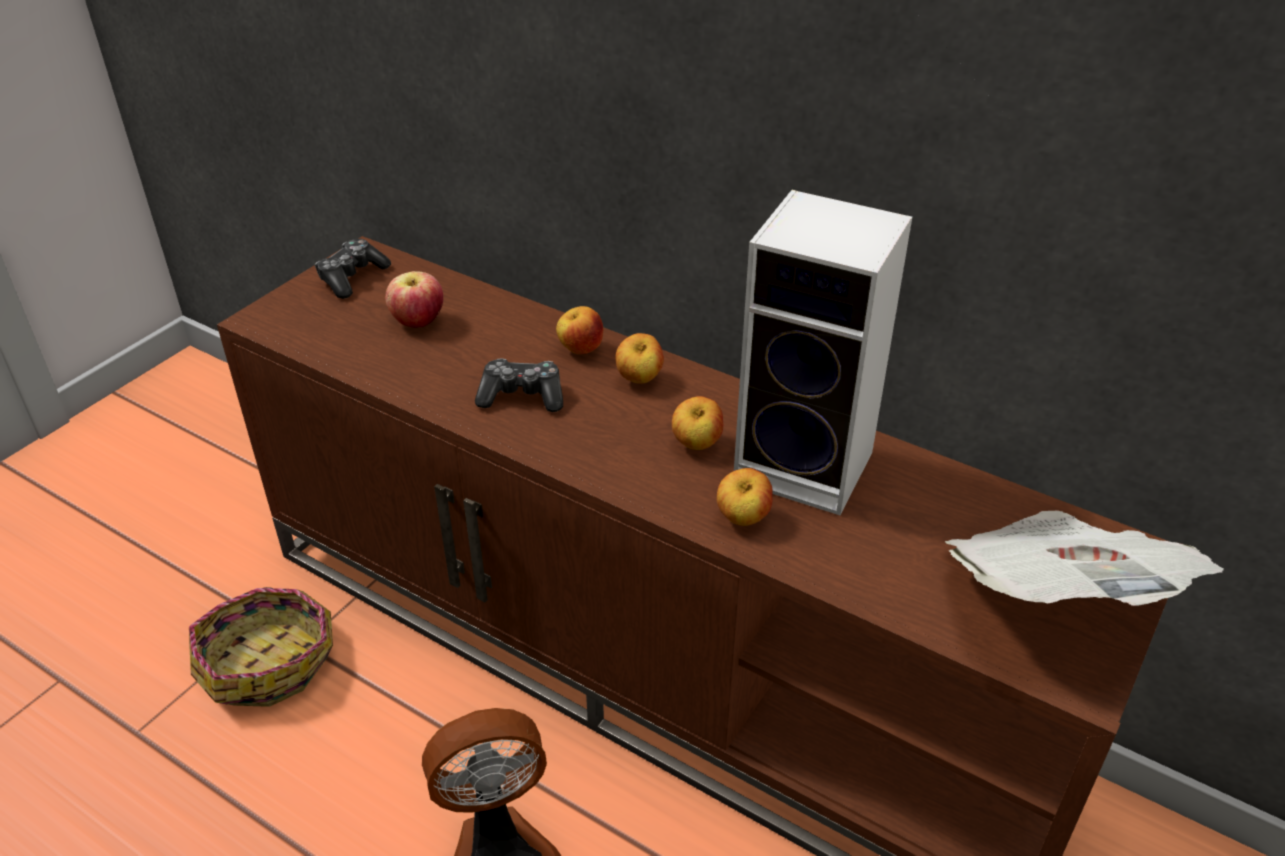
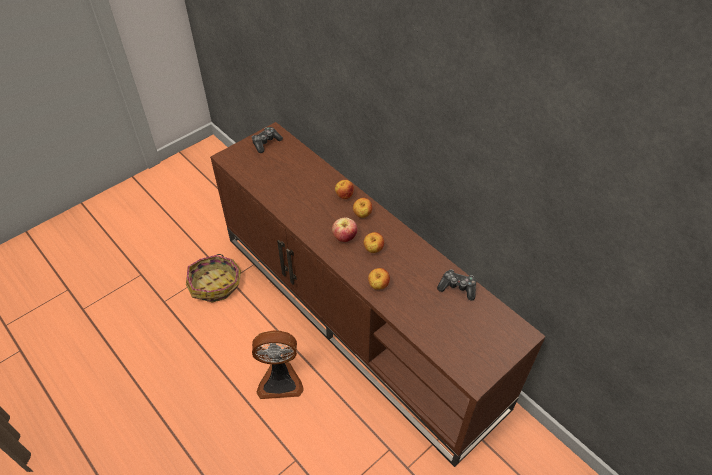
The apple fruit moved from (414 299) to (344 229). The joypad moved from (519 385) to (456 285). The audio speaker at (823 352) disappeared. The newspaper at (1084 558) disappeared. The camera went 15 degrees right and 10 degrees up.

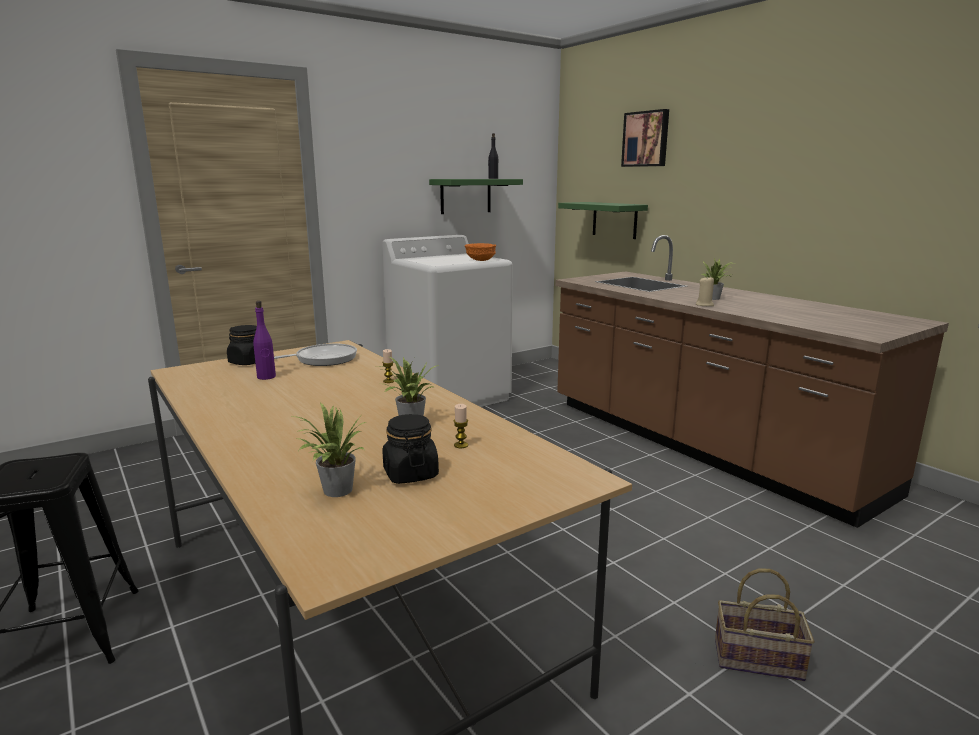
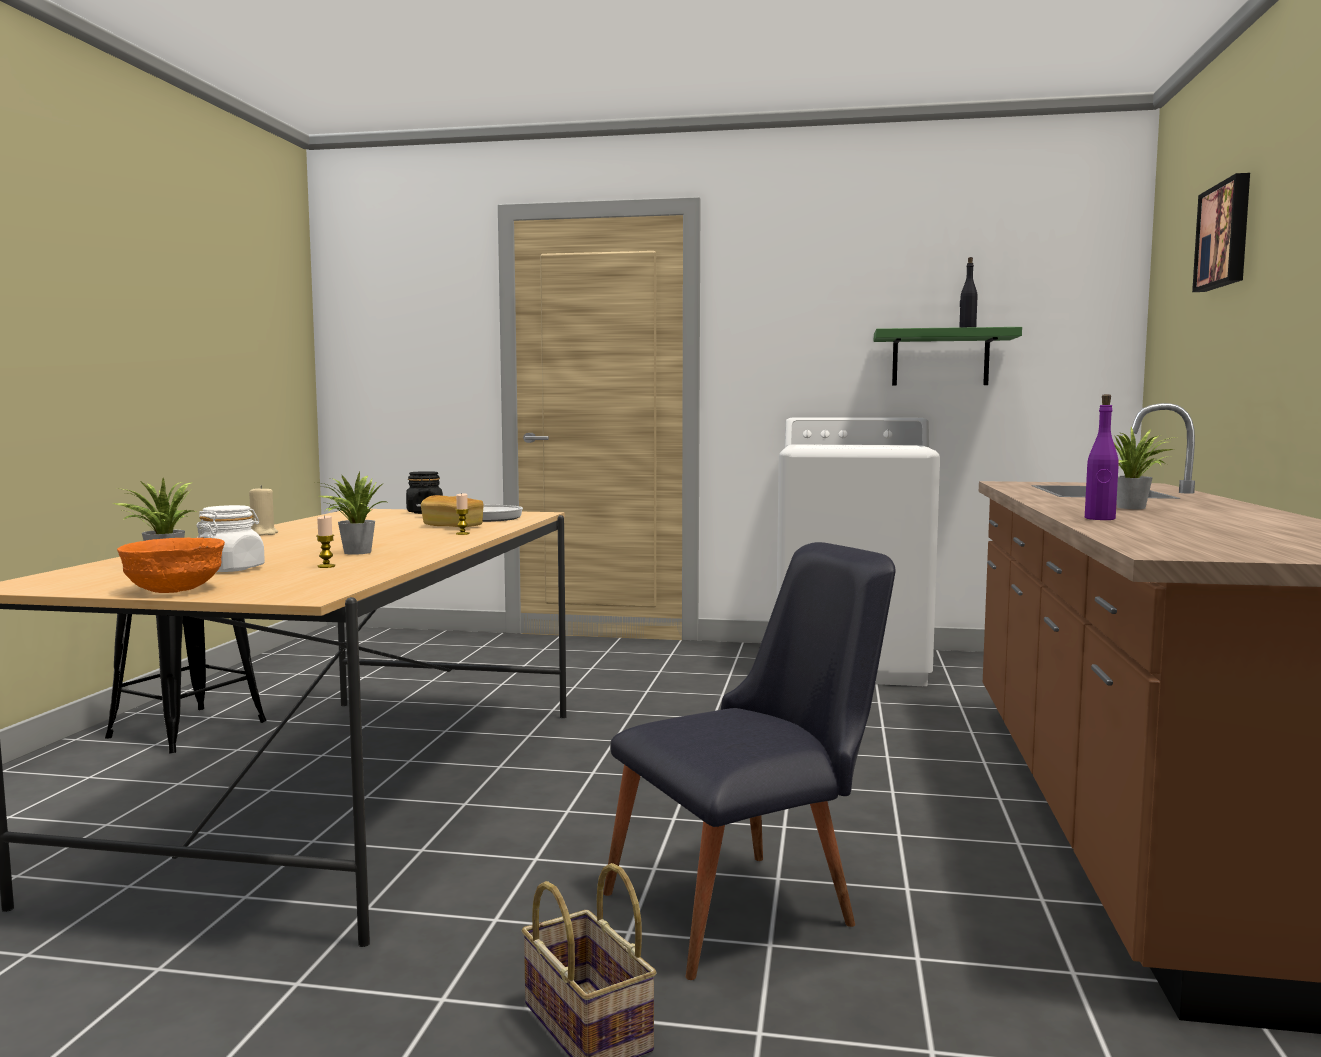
The drink bottle/purplish moved from (264 340) to (1102 457). The storage jar/blackish at (411 449) became the storage jar/white-coloured at (231 538). The serving bowl/orange-coloured moved from (480 252) to (171 565). The shelf/green at (603 220) disappeared. The candle/beige-coloured moved from (705 291) to (263 510). The baked bread at (452 511) appeared. The chair/blackish at (749 761) appeared. The camera went 45 degrees right and 10 degrees down.

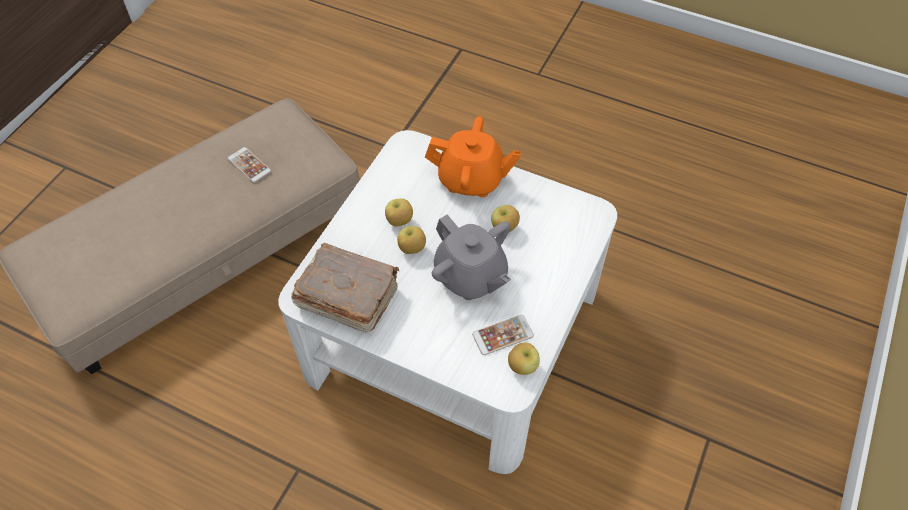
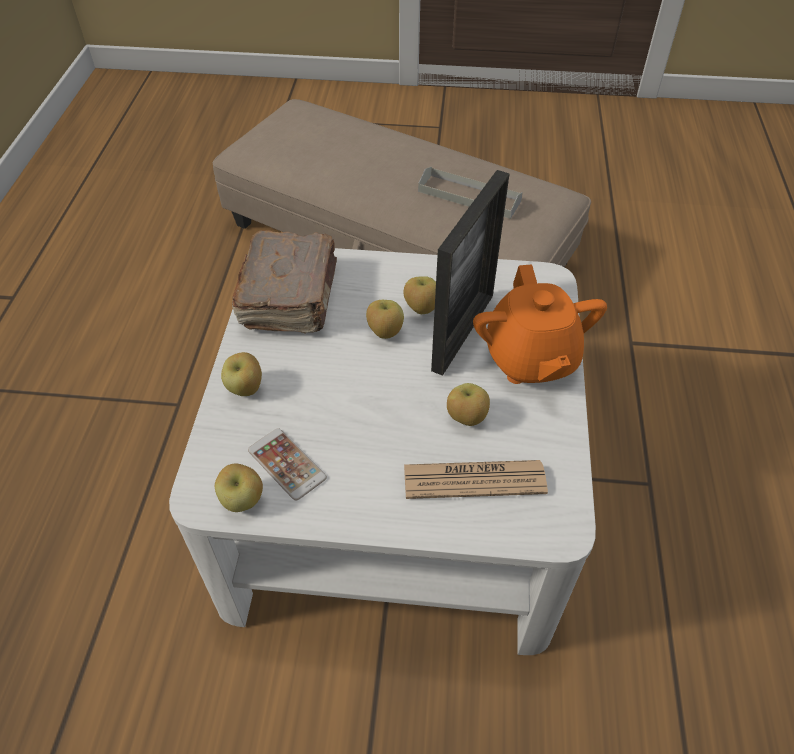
The handset at (249 165) was replaced by the tray/gray at (470 193). The pot for tea/gray at (471 257) disappeared. The apple fruit at (241 374) appeared. The newspaper at (476 479) appeared. The standing frame at (470 273) appeared. The camera went 70 degrees right and 5 degrees down.

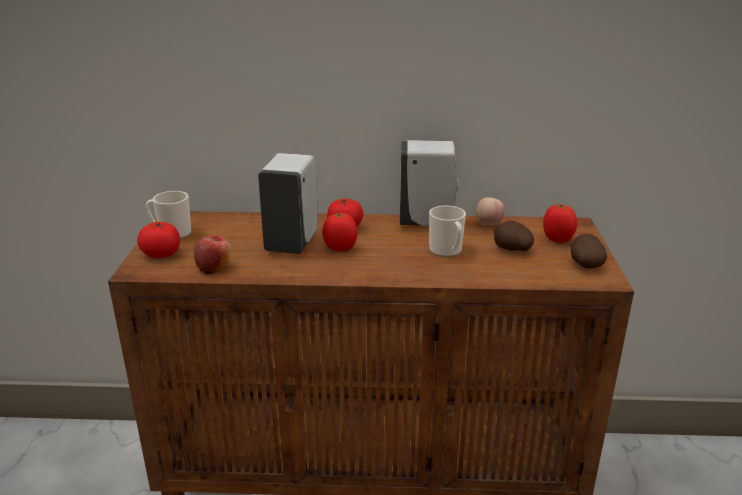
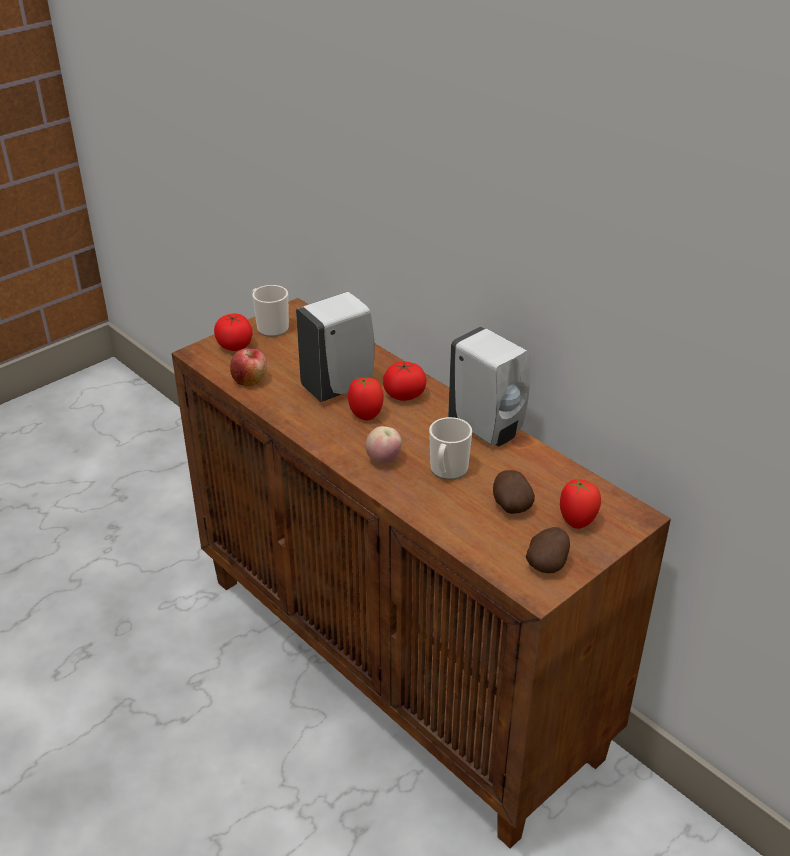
The apple fruit moved from (490 211) to (383 444). The camera went 45 degrees right and 10 degrees up.

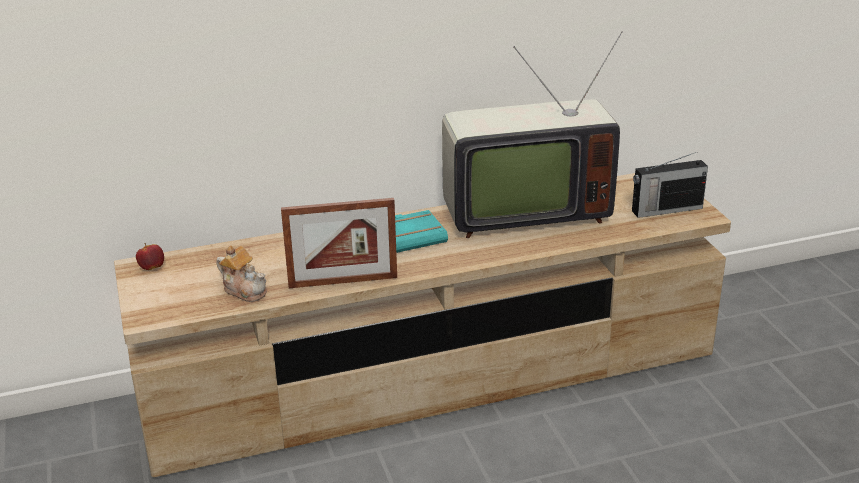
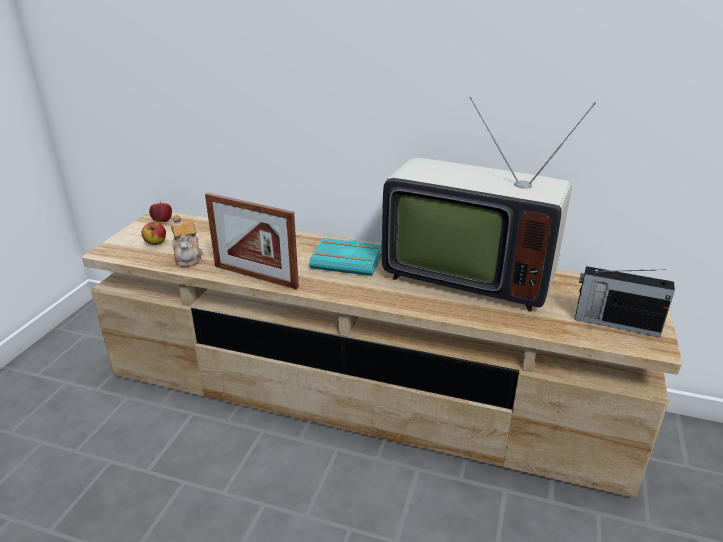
The apple fruit at (154 233) appeared. The camera went 35 degrees right and 0 degrees up.

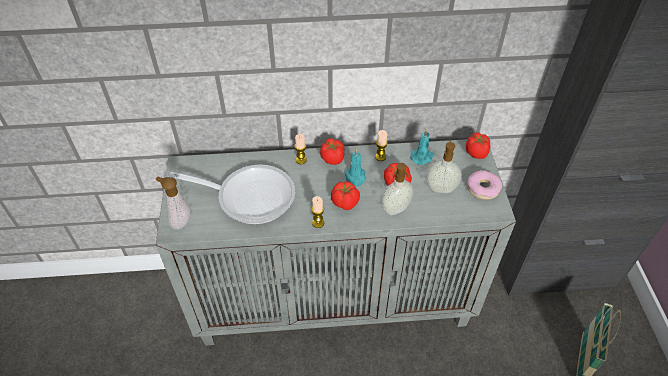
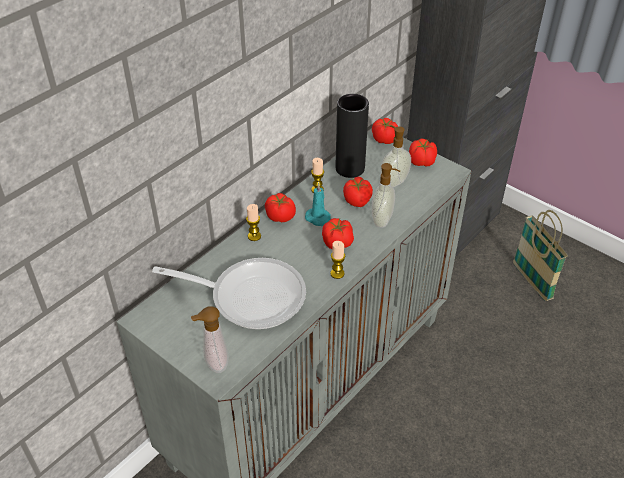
The skillet at (232 194) turned 45 degrees clockwise. The candle/turquoise at (422 146) was replaced by the vase/blackish at (352 136). The donut at (484 185) was replaced by the whole tomato at (423 152). The camera went 45 degrees left and 5 degrees down.

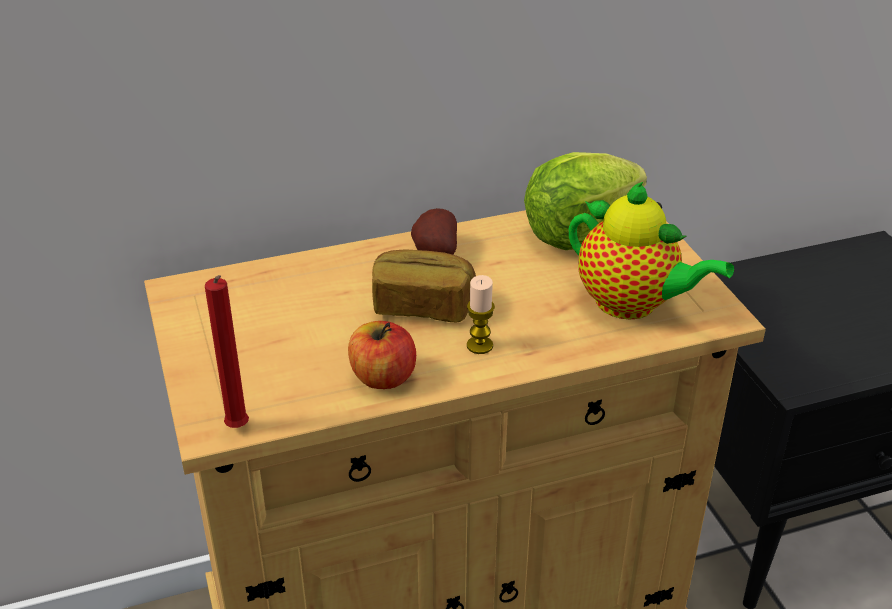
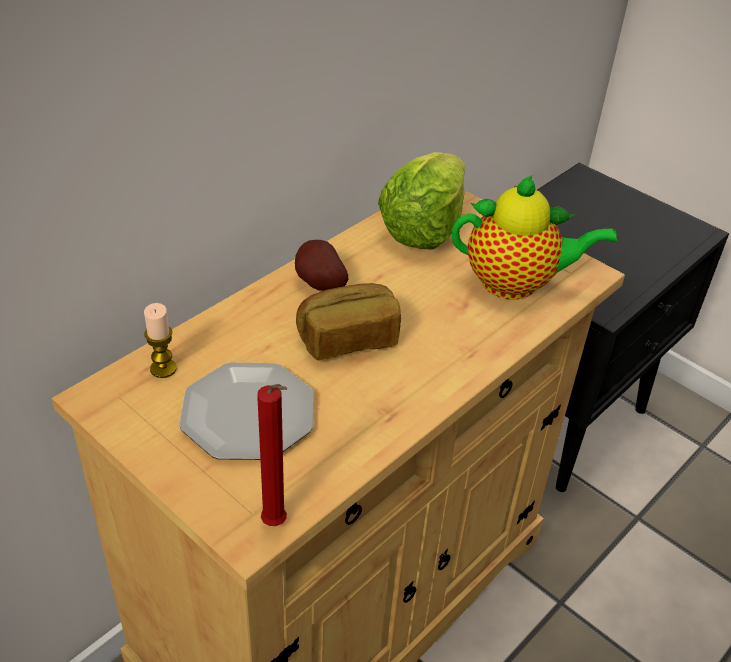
The apple fruit at (382 355) disappeared. The candle moved from (481 314) to (160 340). The flat dish at (246 411) appeared. The camera went 30 degrees left and 5 degrees up.

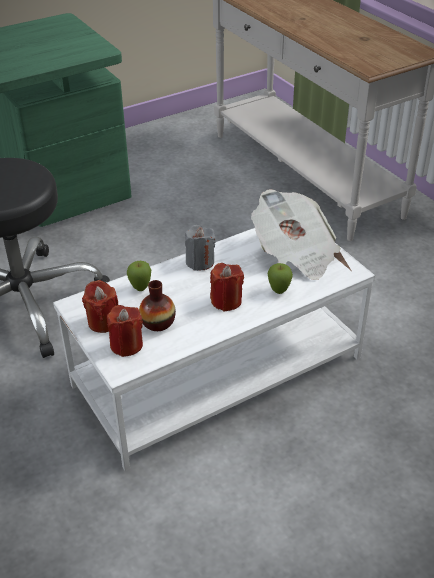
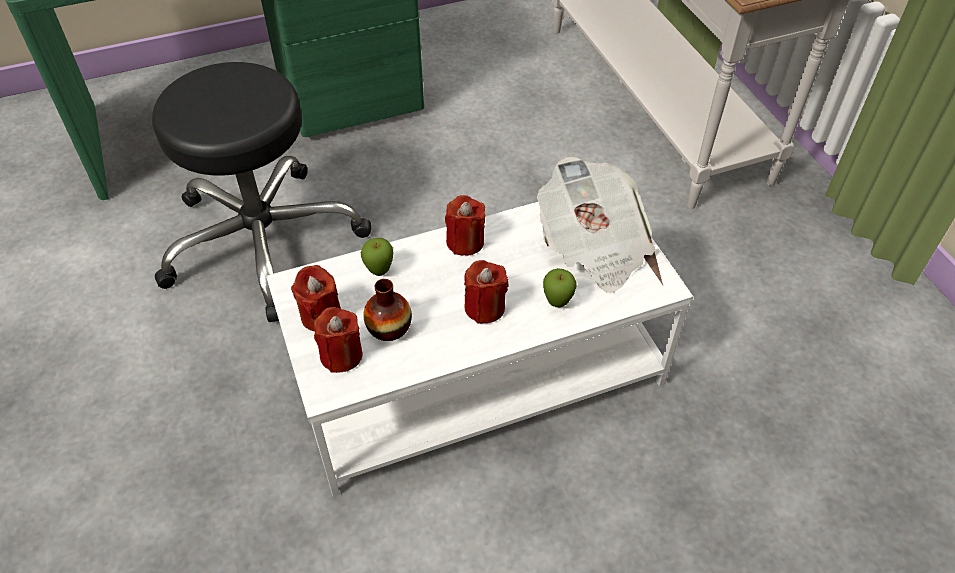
The candle/gray at (200 248) became the candle/reddish at (465 225). The camera went 10 degrees right and 10 degrees up.

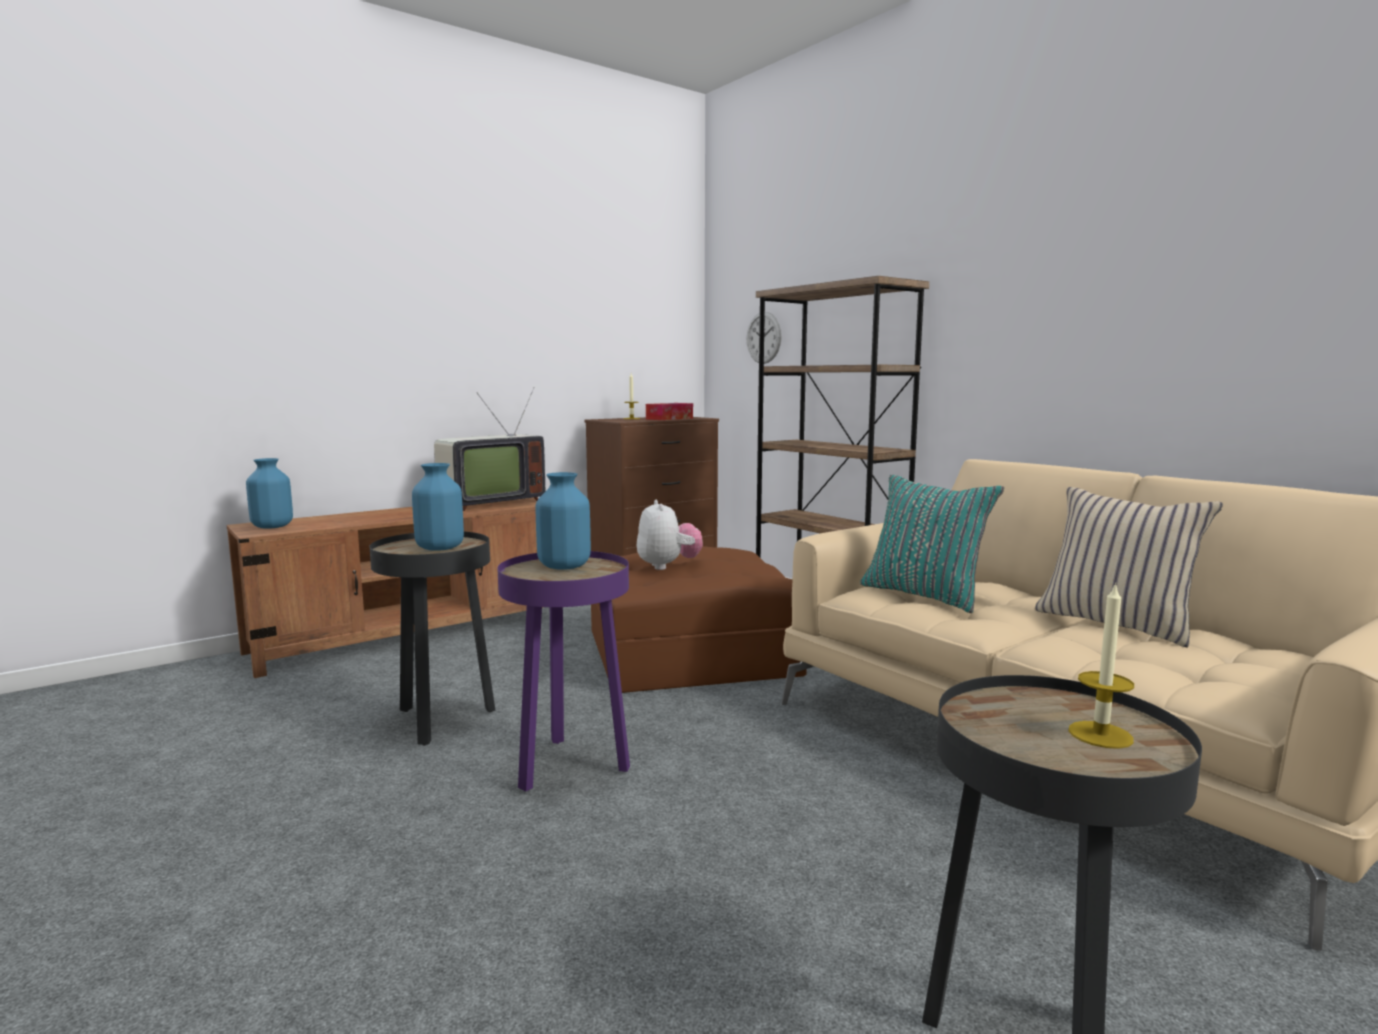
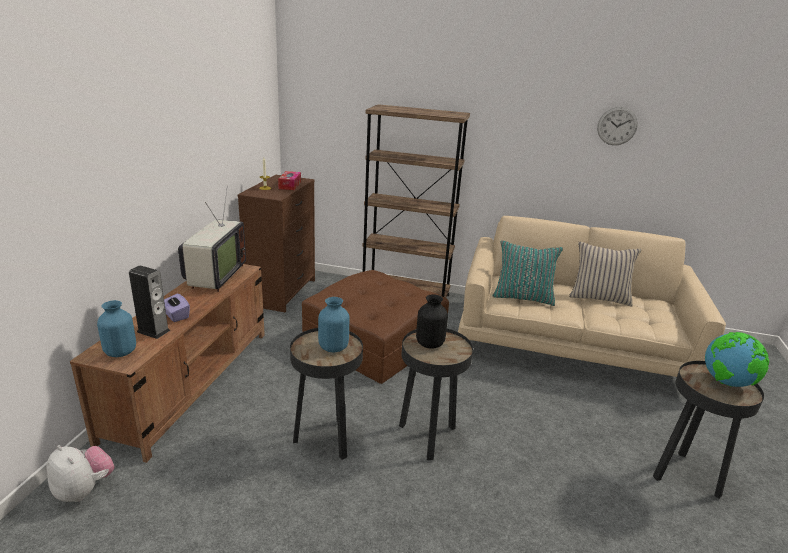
The side table/purplish at (563 671) became the side table/blackish at (436 394). The vase/blue at (563 521) became the vase/blackish at (432 321). The cuddly toy moved from (670 535) to (81 473). The clock on the wall moved from (764 338) to (617 126). The candle at (1101 665) was replaced by the globe at (737 359). The audio speaker at (149 302) appeared. The tissue holder/purplish at (177 308) appeared. The camera went 40 degrees left and 15 degrees up.

